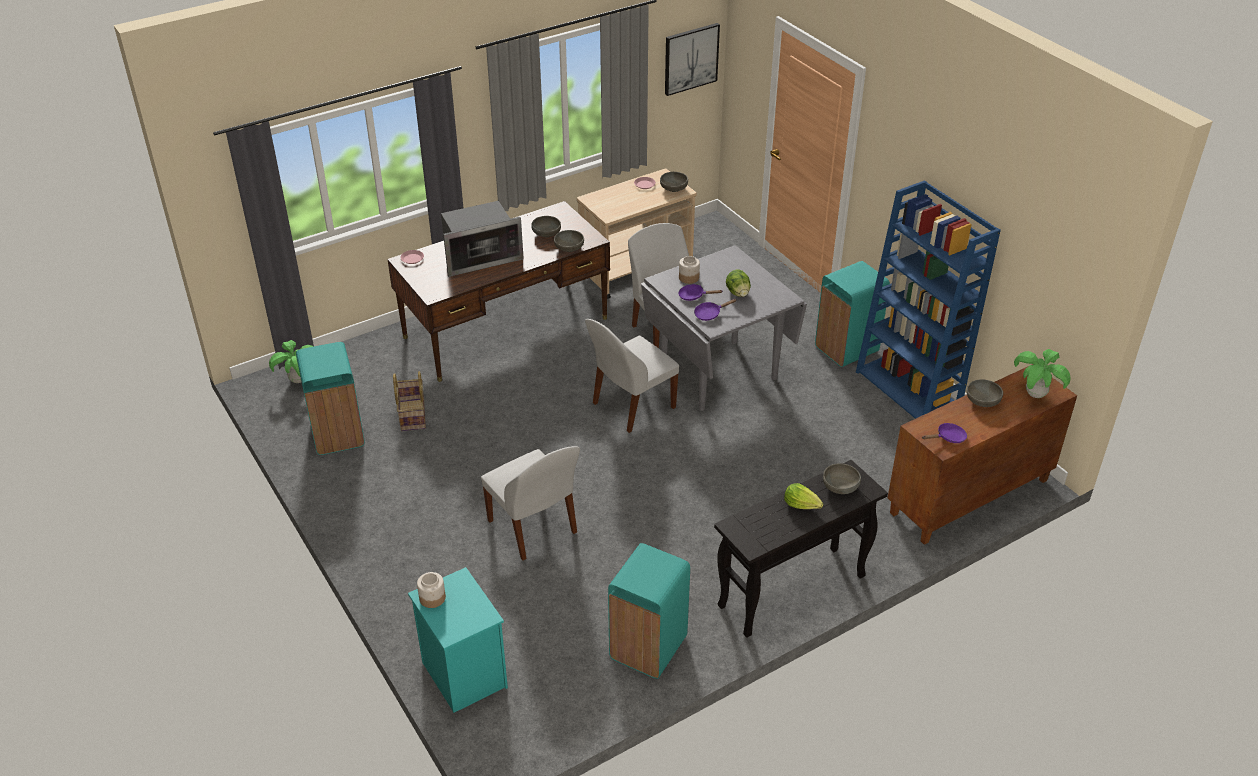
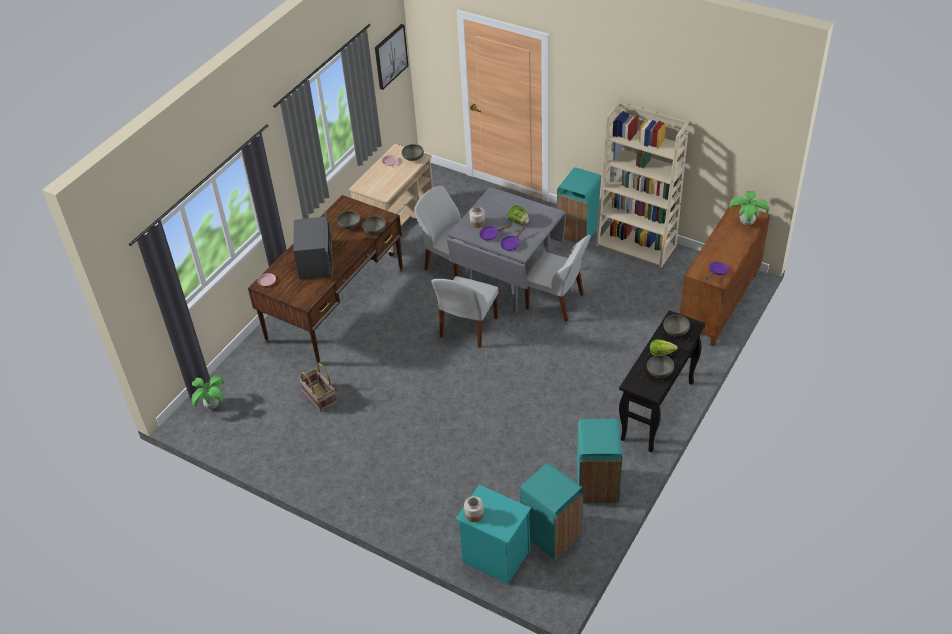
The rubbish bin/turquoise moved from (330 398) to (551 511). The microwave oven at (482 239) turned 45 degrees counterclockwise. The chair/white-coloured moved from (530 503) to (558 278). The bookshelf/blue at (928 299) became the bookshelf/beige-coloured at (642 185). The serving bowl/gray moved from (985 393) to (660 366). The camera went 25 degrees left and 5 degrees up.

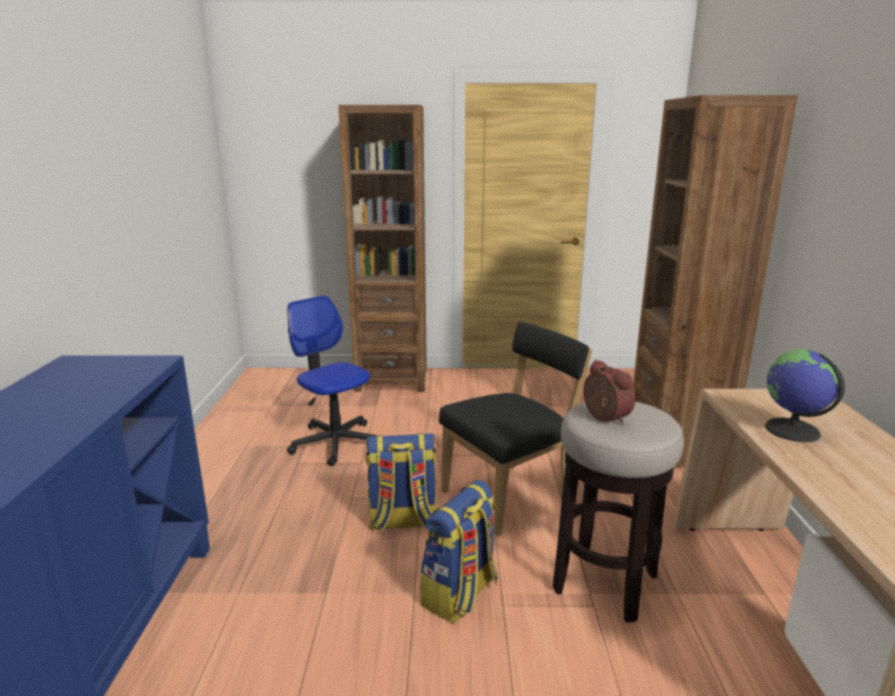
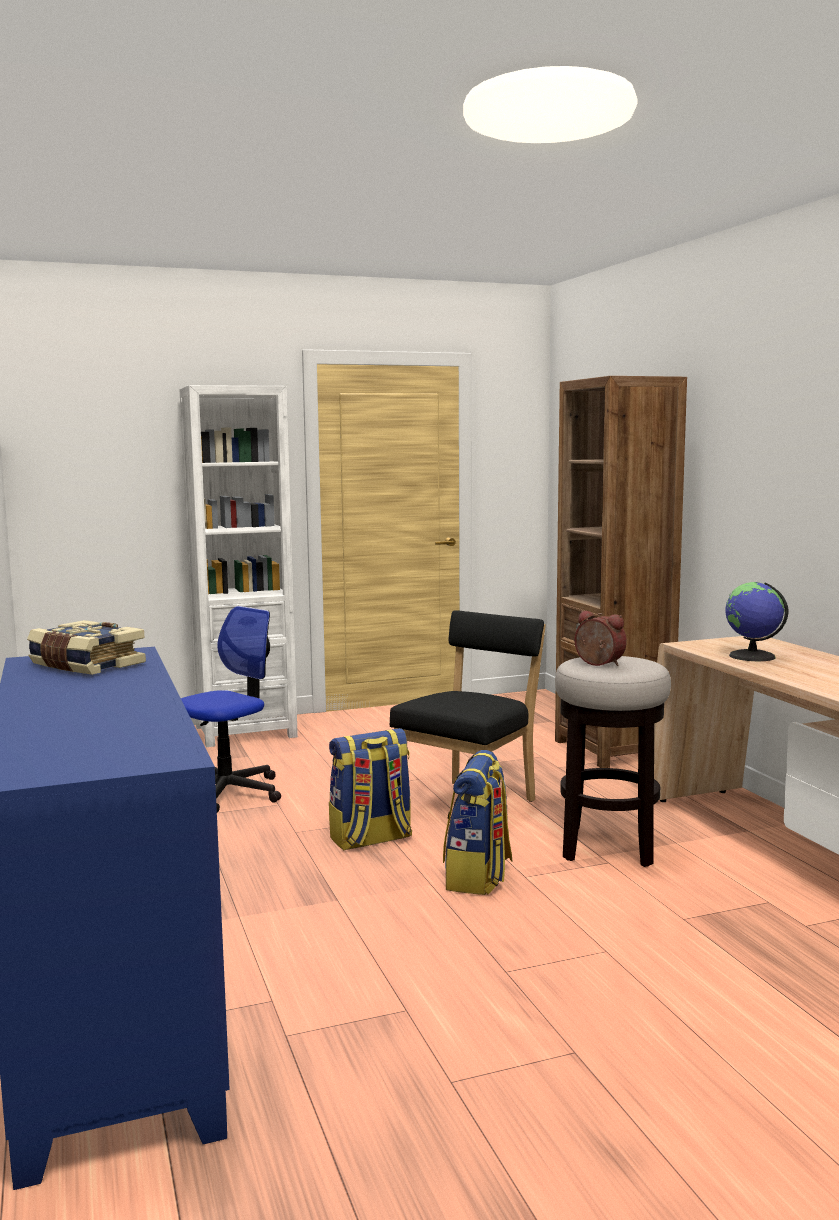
The office chair at (332 380) turned 105 degrees clockwise. The bookshelf/brown at (382 248) became the bookshelf/white-coloured at (239 566). The volume at (86 647) appeared. The camera went 20 degrees left and 10 degrees down.

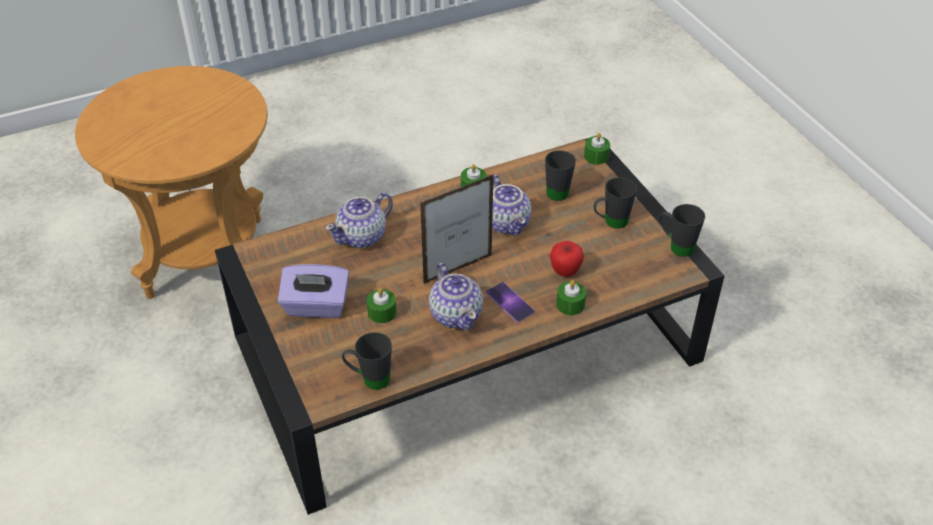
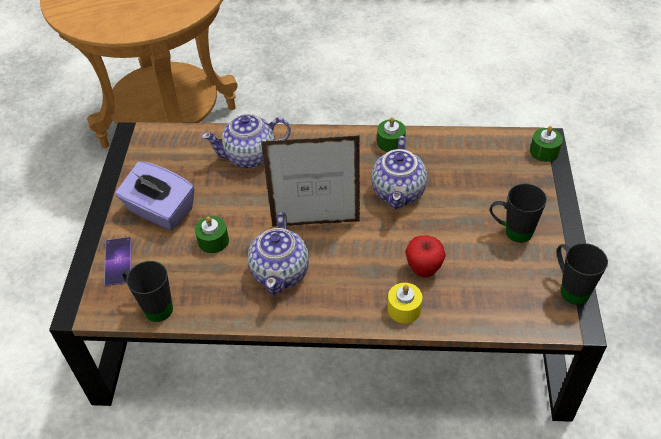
The handset moved from (510 302) to (117 261). The mug/blackish at (560 175) disappeared. The candle/green at (571 297) became the candle/yellowish at (405 303). The camera went 30 degrees right and 5 degrees up.

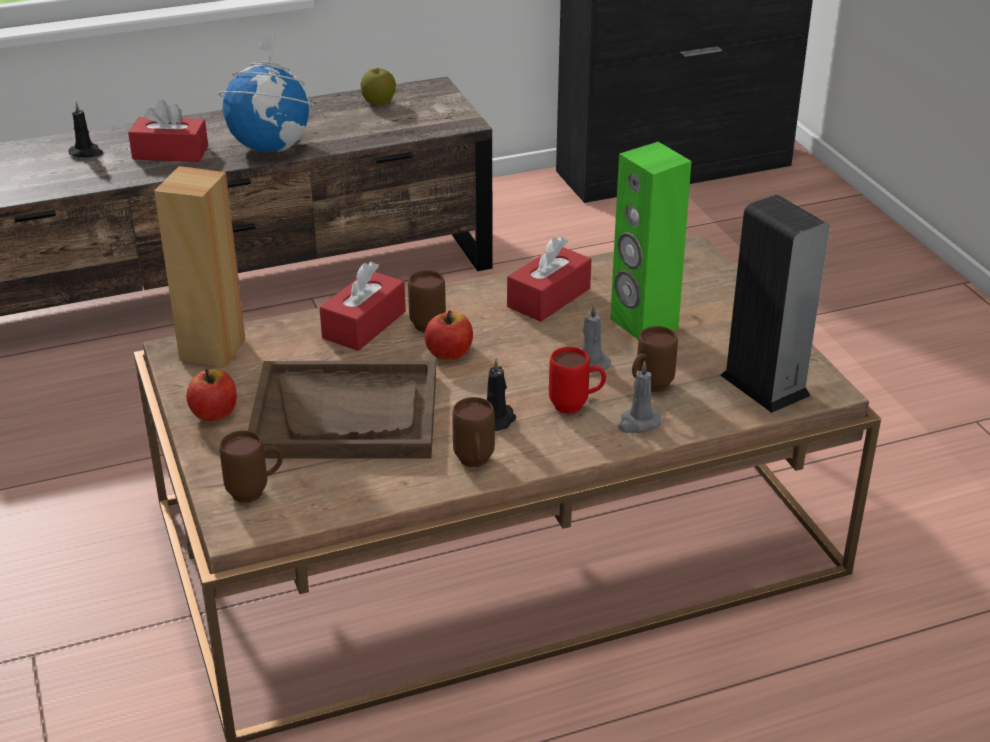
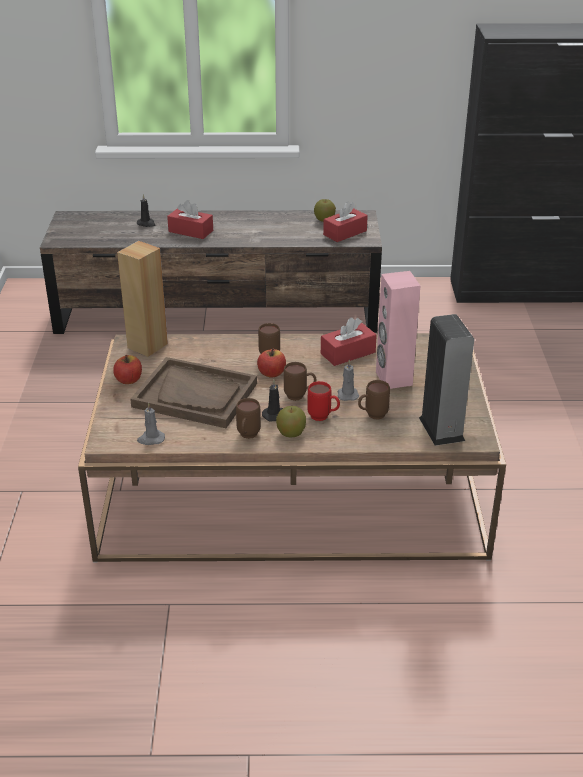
The globe at (266 93) disappeared. The mug/brown moved from (251 467) to (300 381). The tissue holder/reddish moved from (362 306) to (345 222). The audio speaker/green at (651 240) became the audio speaker/pink-coloured at (398 330). The candle/gray moved from (640 396) to (151 423). The apple fruit at (291 421) appeared. The camera went 20 degrees right and 0 degrees up.

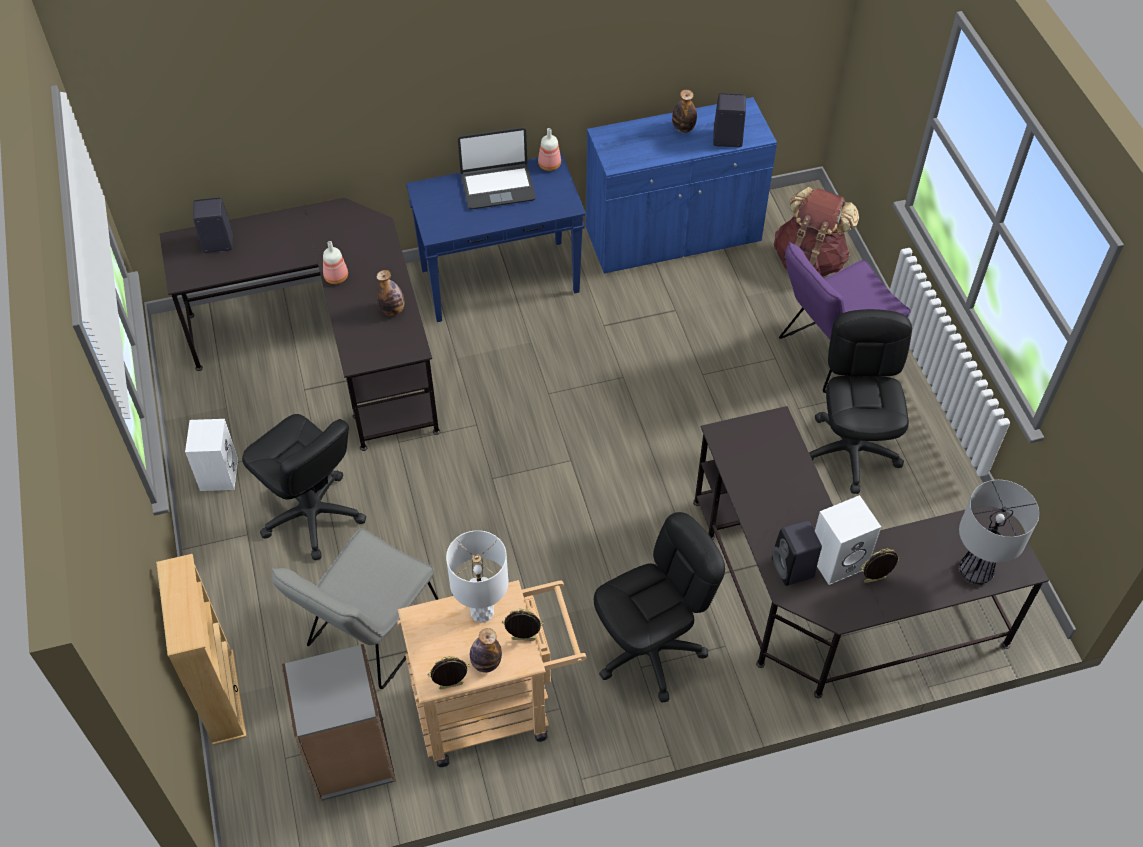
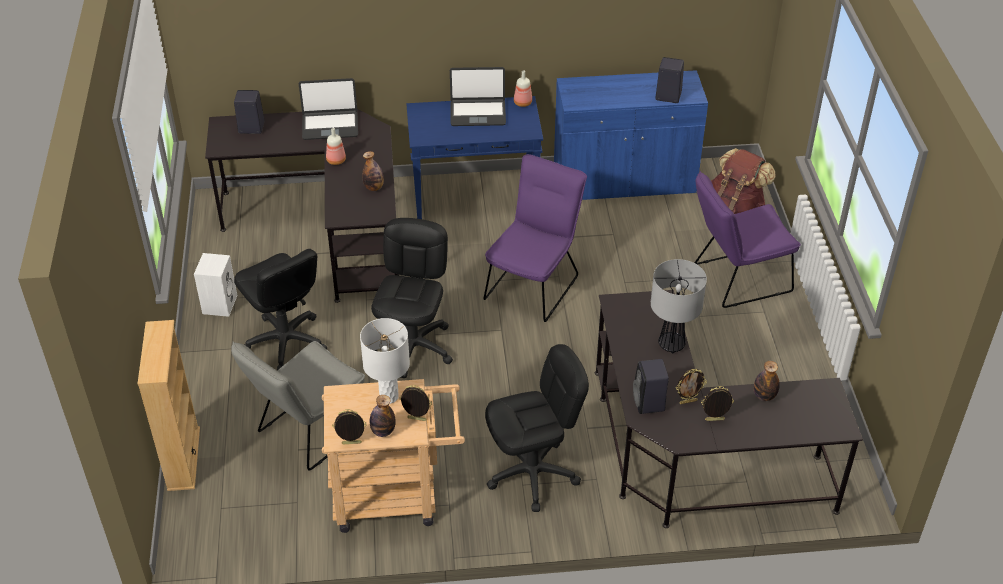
The bookshelf/gray at (339 723) disappeared. The drink bottle moved from (684 111) to (767 381). The office chair/blackish moved from (860 401) to (412 298). The audio speaker/white-coloured at (848 540) was replaced by the standing frame at (691 386). The tabletop lamp moved from (999 532) to (679 306). The portable computer at (328 109) appeared. The chair/purplish at (535 238) appeared. The camera went 10 degrees right and 10 degrees down.

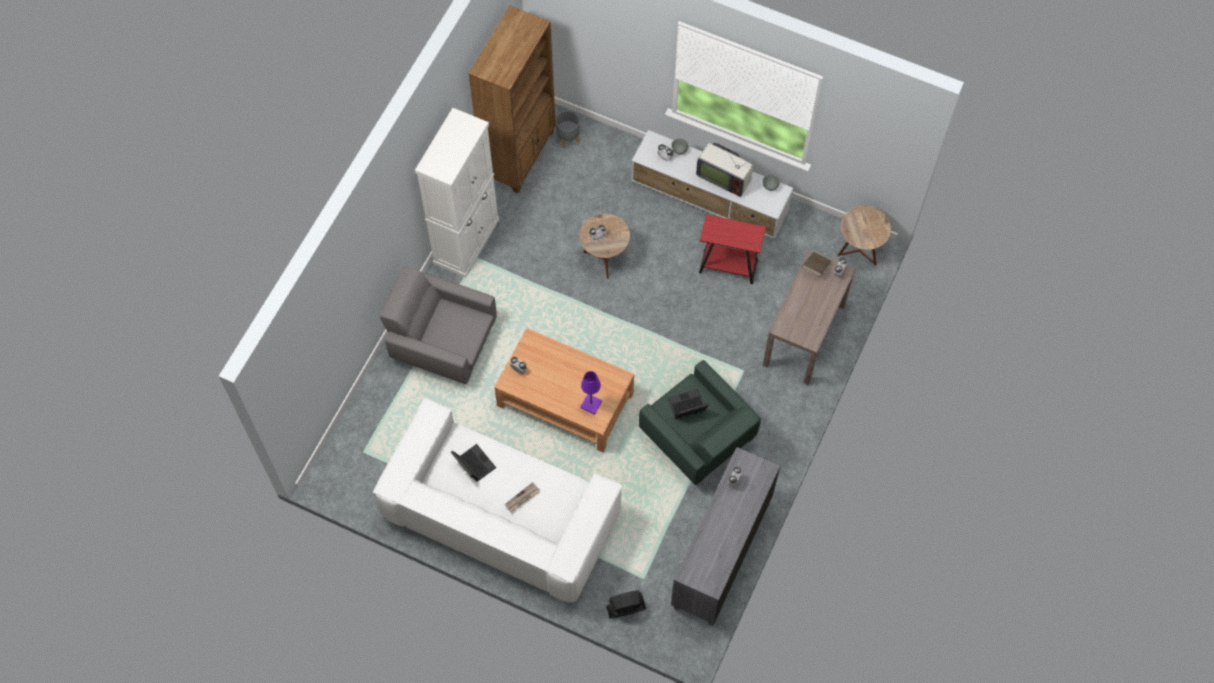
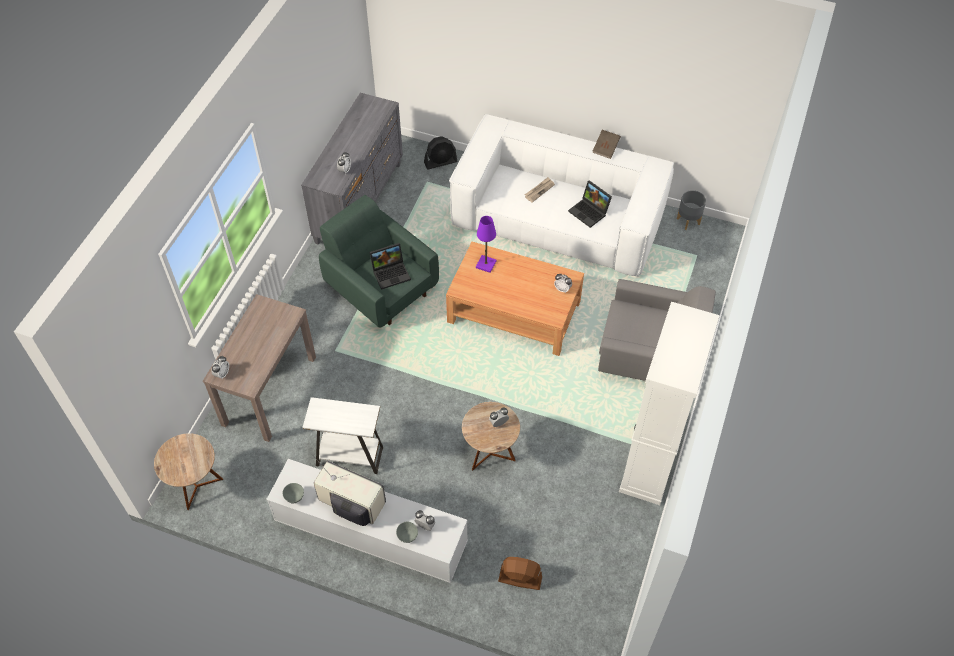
The bookshelf/brown at (512 99) disappeared. The planter/gray moved from (568 129) to (691 210). The side table/reddish at (732 249) became the side table/white-coloured at (342 435). The volume/brown moved from (817 264) to (607 144). The fan/brown at (520 573) appeared. The camera went 175 degrees right and 10 degrees down.

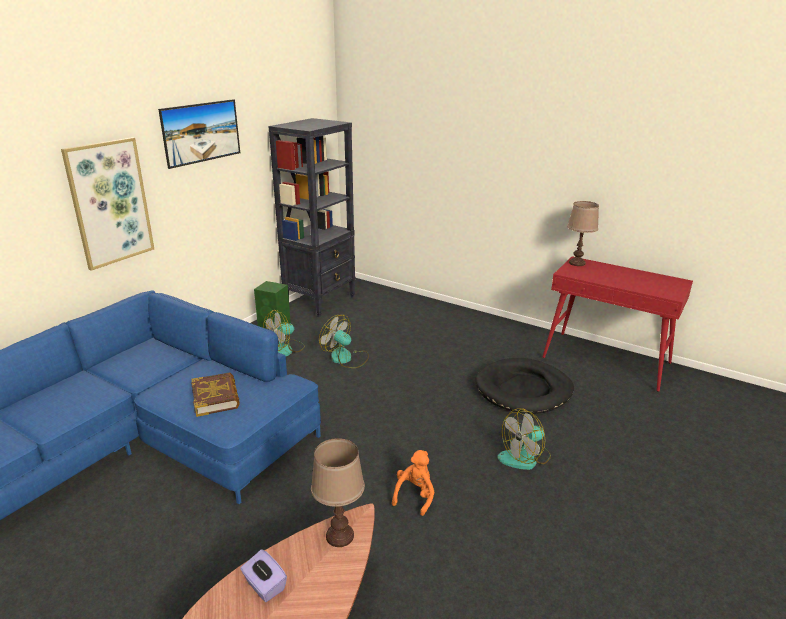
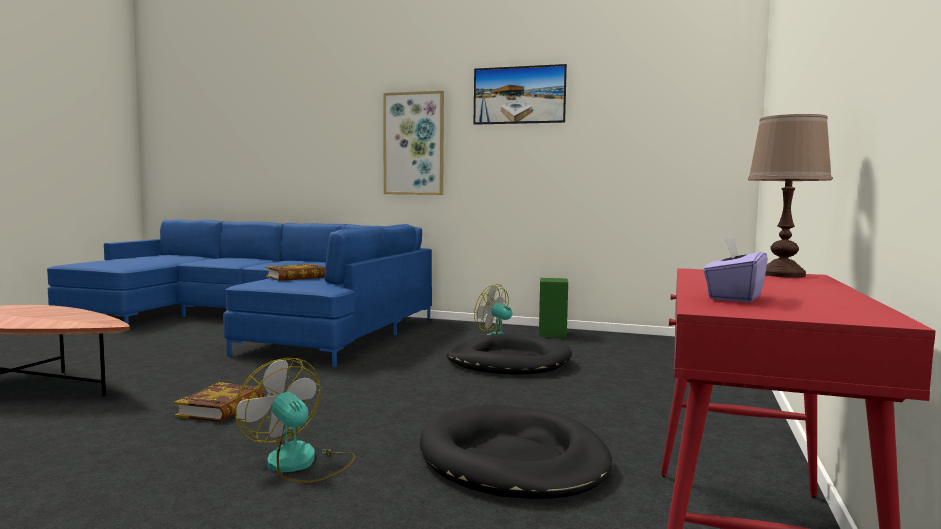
The tissue holder/purplish moved from (263 575) to (736 269). The bookshelf/blackish at (312 217) disappeared. The tabletop lamp/brown at (338 492) disappeared. The fan at (344 341) was replaced by the dog cushion/blackish at (509 354). The cuddly toy/orange-coloured at (413 483) was replaced by the volume at (219 402). The camera went 75 degrees right and 20 degrees down.

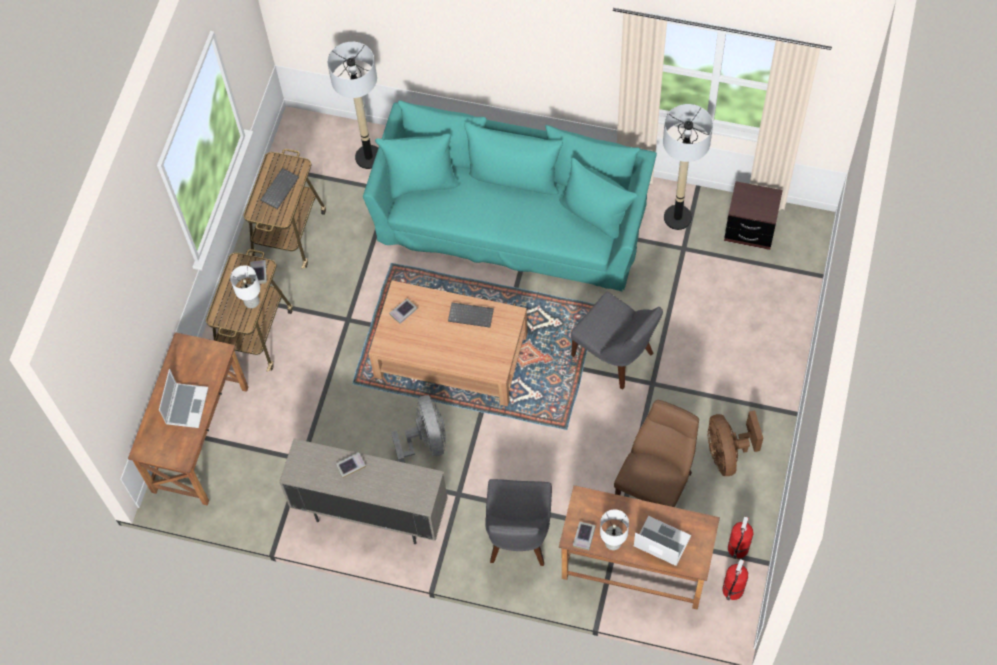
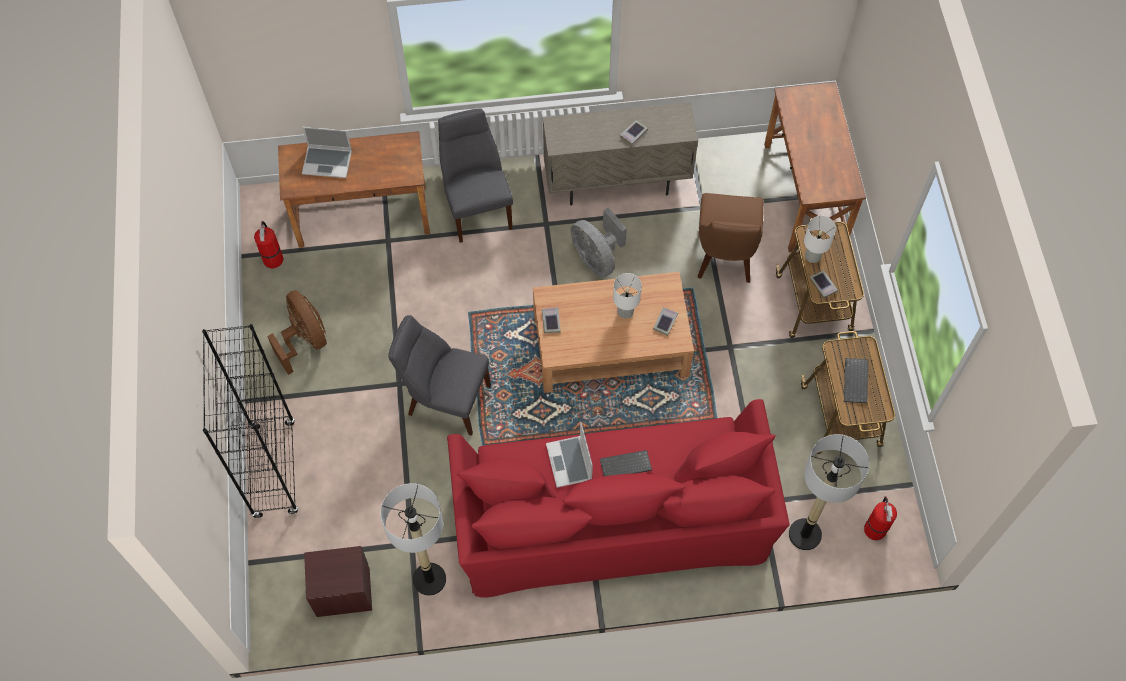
The portable computer moved from (183 398) to (569 455). The sofa/turquoise at (510 195) became the sofa/reddish at (618 498). The computer keyboard moved from (471 315) to (626 463). The volume moved from (584 535) to (551 320). The tabletop lamp/white-coloured moved from (614 529) to (627 295). The chair/brown moved from (656 453) to (731 238). The fire-fighting cylinder moved from (735 579) to (880 518). The bookshelf/blackish at (250 421) appeared. The camera went 155 degrees right and 0 degrees up.

